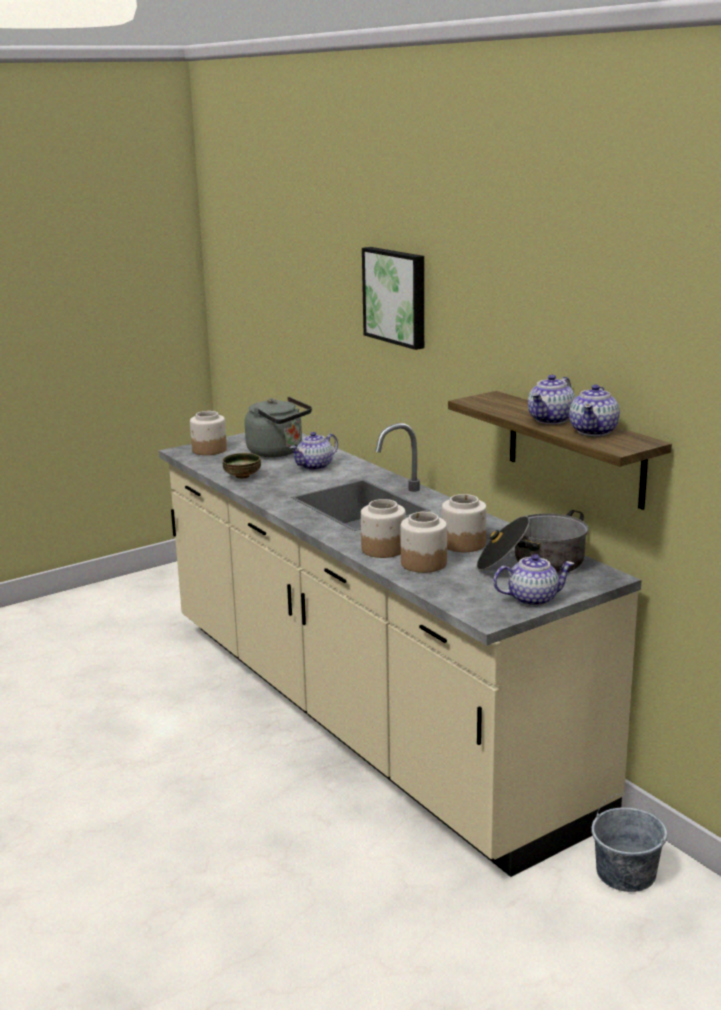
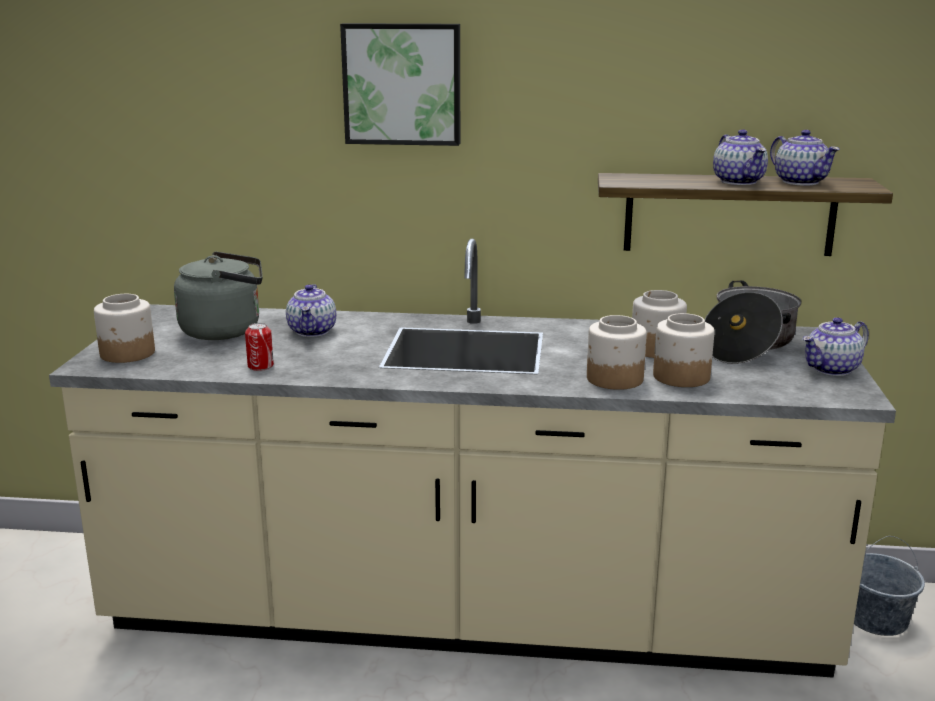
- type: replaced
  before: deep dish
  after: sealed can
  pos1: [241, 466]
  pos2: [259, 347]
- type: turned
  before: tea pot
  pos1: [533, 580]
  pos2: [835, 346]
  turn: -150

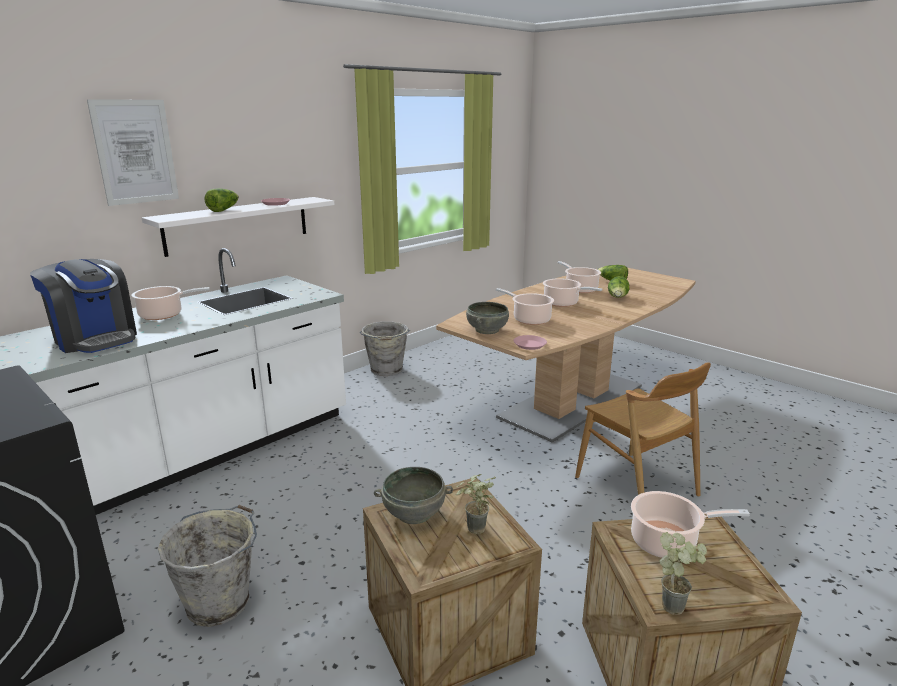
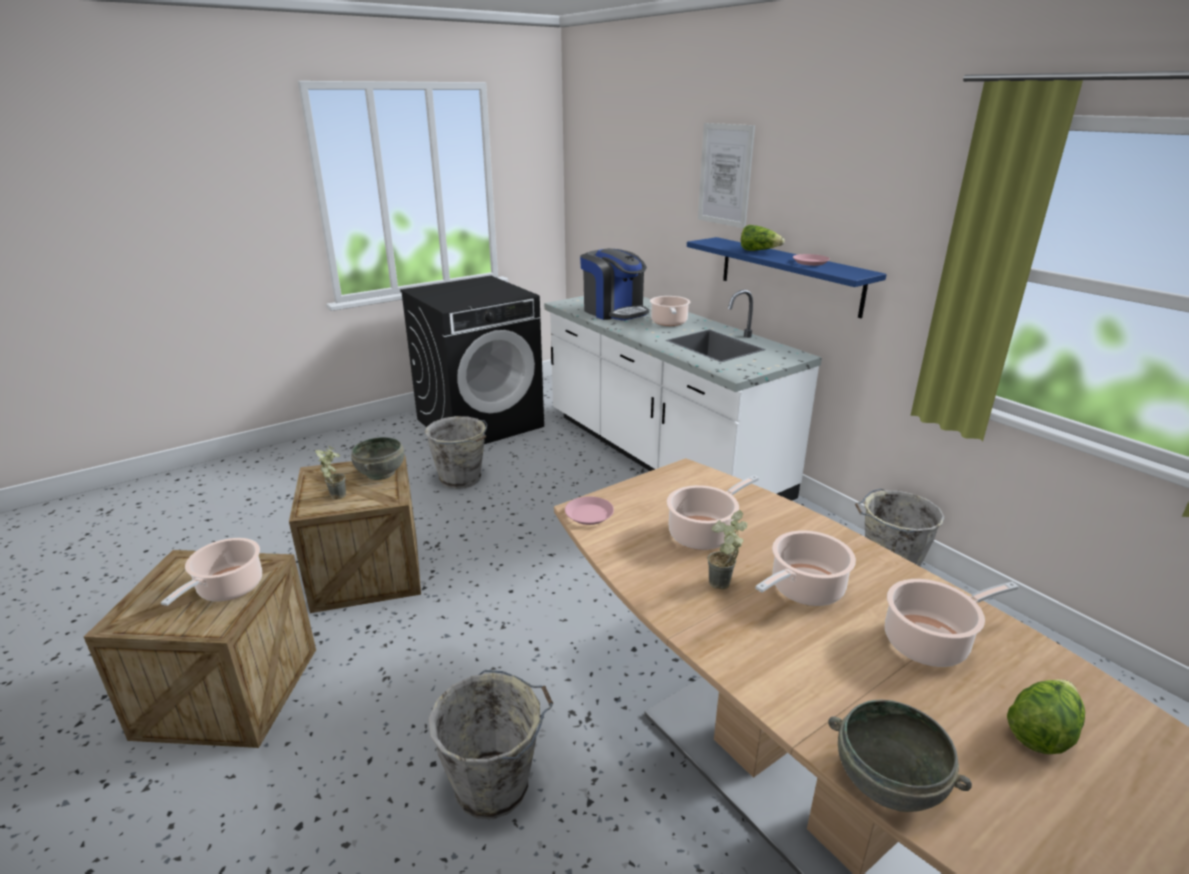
- type: recoloured
  before: bracket shelf (white-coloured)
  after: bracket shelf (blue)
  pos1: [238, 227]
  pos2: [787, 277]
- type: turned
  before: coffee brewer
  pos1: [83, 306]
  pos2: [614, 284]
  turn: -90
- type: removed
  before: lettuce head
  pos1: [619, 287]
- type: moved
  before: deep dish (gray)
  pos1: [487, 318]
  pos2: [900, 756]
- type: replaced
  before: chair (brown)
  after: water bucket (gray)
  pos1: [643, 429]
  pos2: [490, 744]
- type: moved
  before: plant in a pot
  pos1: [683, 573]
  pos2: [728, 549]

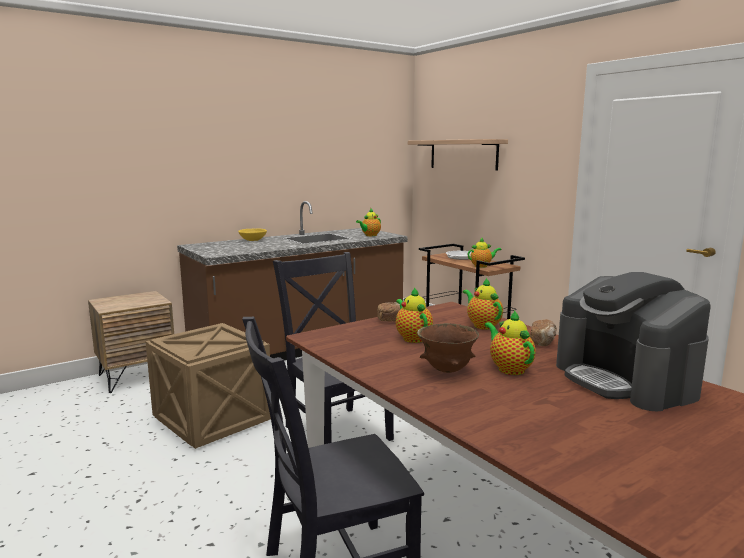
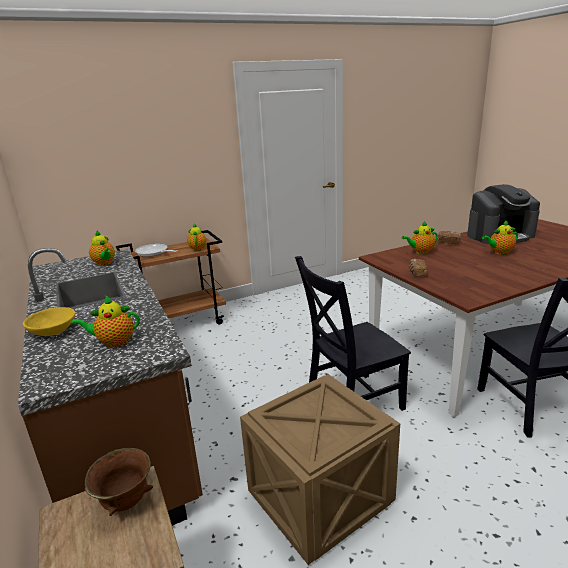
- type: removed
  before: bracket shelf
  pos1: [458, 154]
- type: moved
  before: tea pot
  pos1: [414, 315]
  pos2: [105, 322]
- type: moved
  before: deep dish (brown)
  pos1: [448, 348]
  pos2: [118, 482]

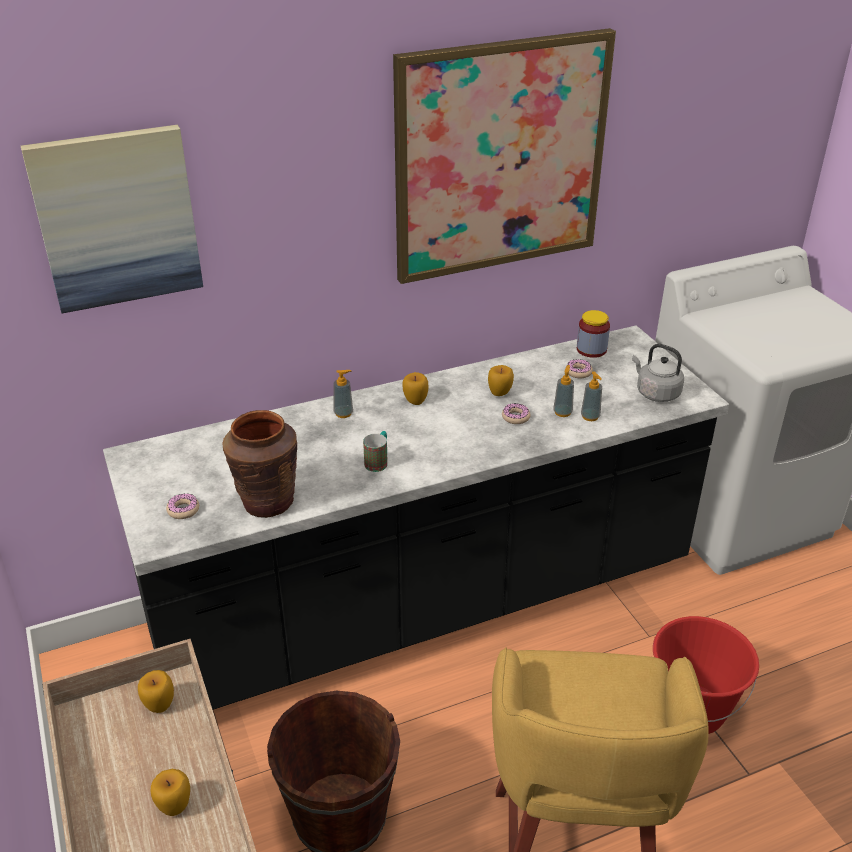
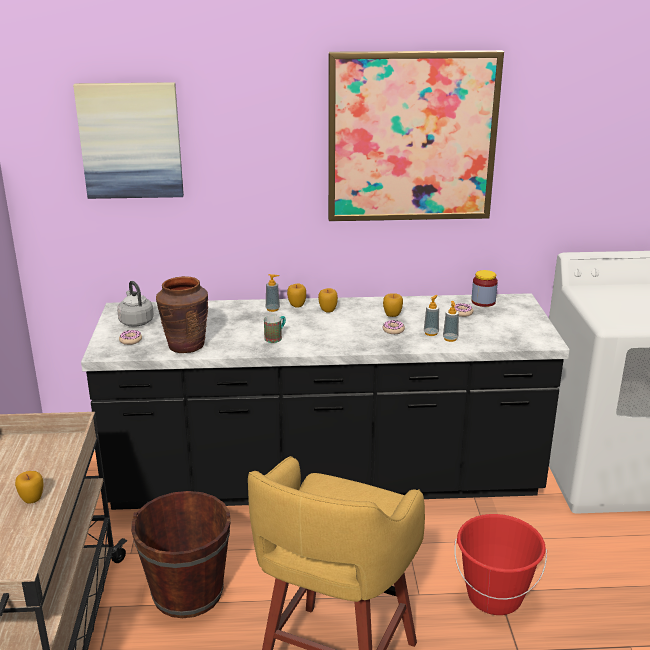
- type: moved
  before: water kettle (gray)
  pos1: [658, 373]
  pos2: [135, 304]
- type: moved
  before: apple
  pos1: [156, 691]
  pos2: [296, 295]

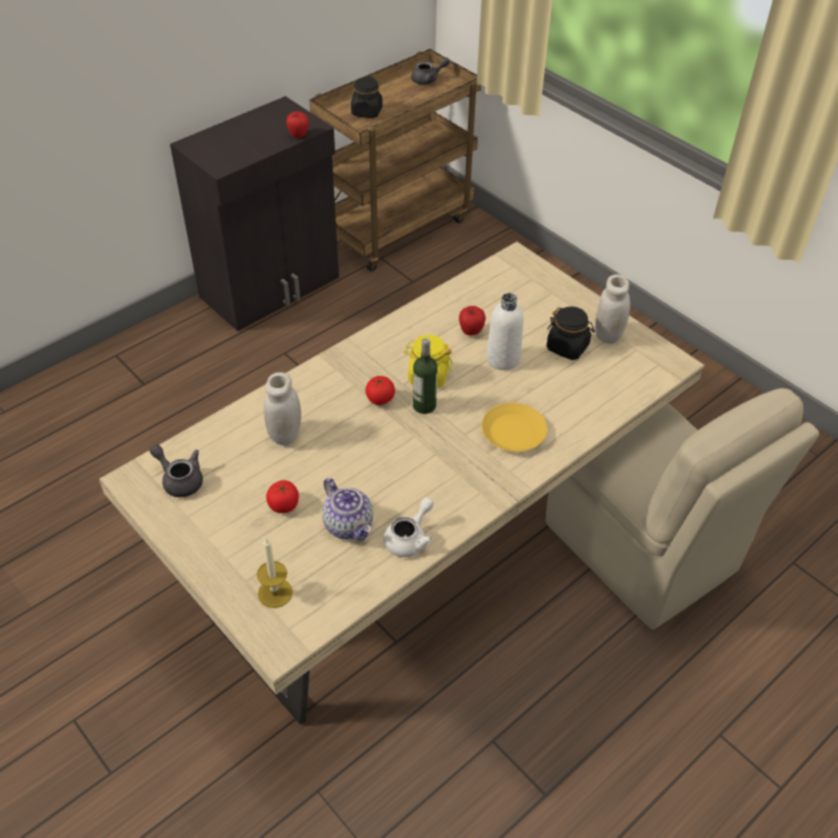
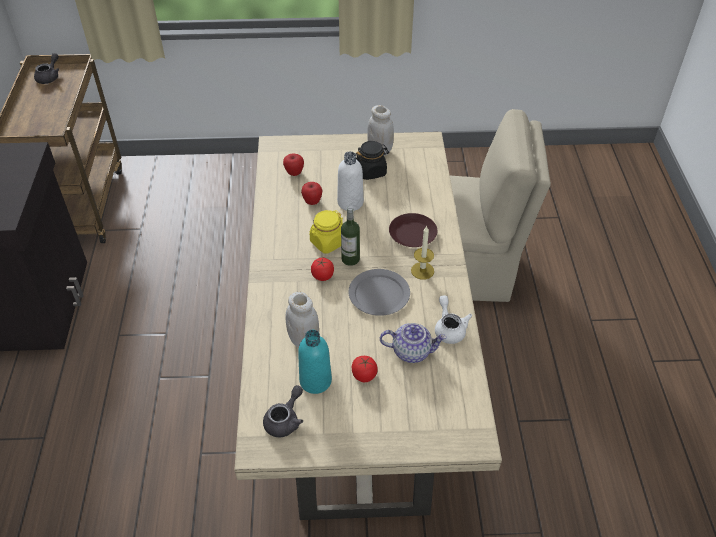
- type: removed
  before: preserve jar (black)
  pos1: [367, 97]
- type: moved
  before: apple
  pos1: [297, 124]
  pos2: [293, 165]
- type: recoloured
  before: flat dish (yellow-coloured)
  after: flat dish (brown)
  pos1: [514, 427]
  pos2: [413, 230]
- type: turned
  before: tea pot (gray)
  pos1: [176, 470]
  pos2: [283, 411]
  turn: 135
- type: moved
  before: candle
  pos1: [275, 573]
  pos2: [422, 253]
- type: added
  after: flat dish (gray)
  pos2: [379, 292]
- type: added
  after: drink bottle (turquoise-coloured)
  pos2: [315, 362]

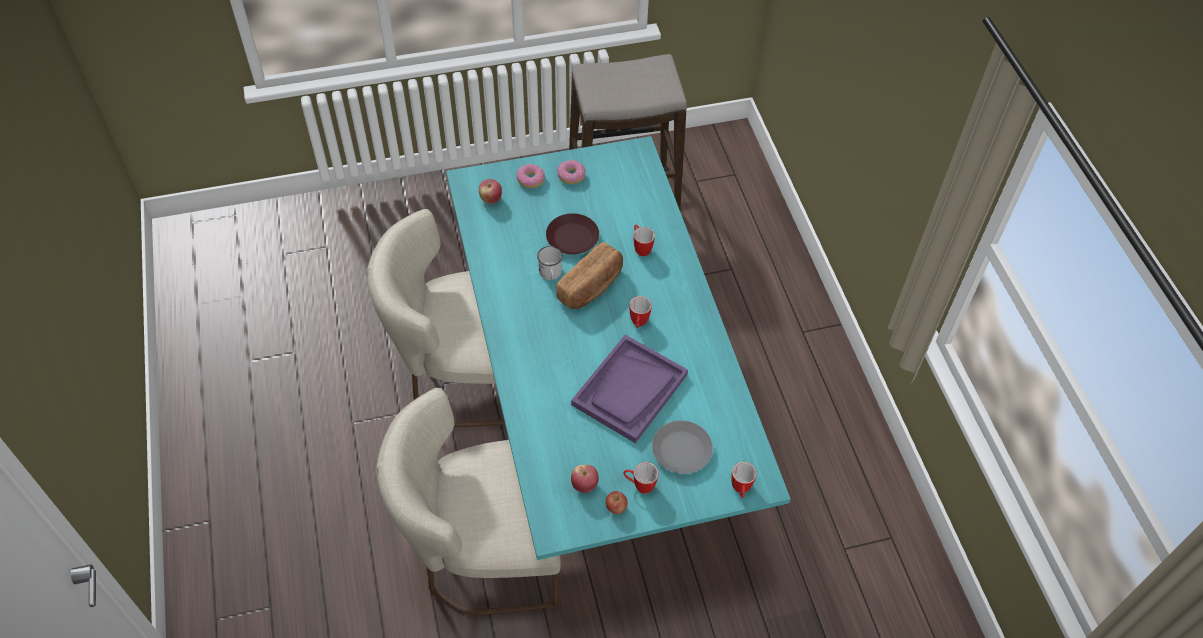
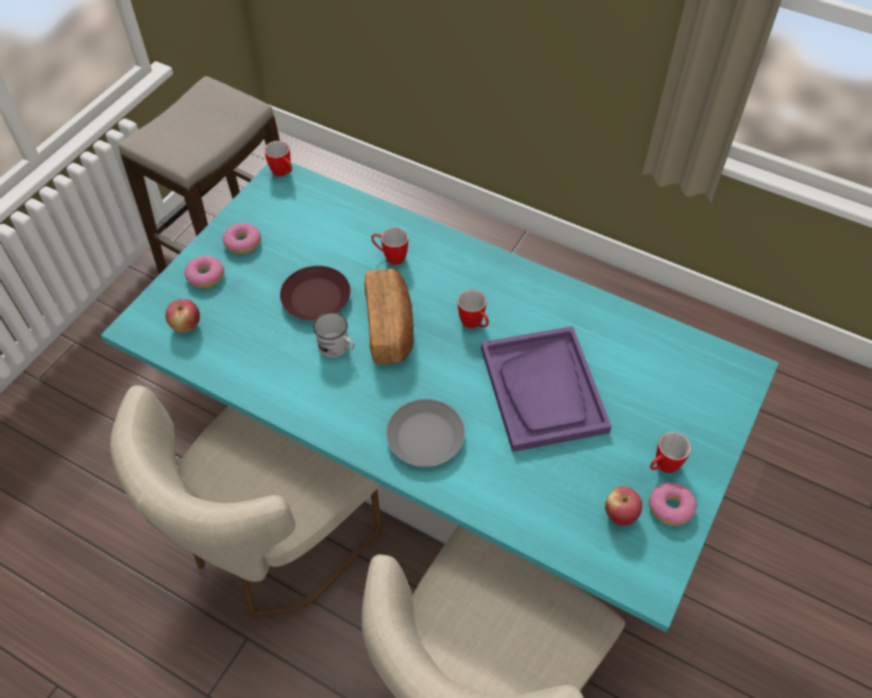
- type: moved
  before: flat dish (gray)
  pos1: [682, 447]
  pos2: [425, 433]
- type: moved
  before: mug
  pos1: [744, 480]
  pos2: [278, 159]
- type: replaced
  before: apple
  after: doughnut
  pos1: [617, 502]
  pos2: [673, 504]

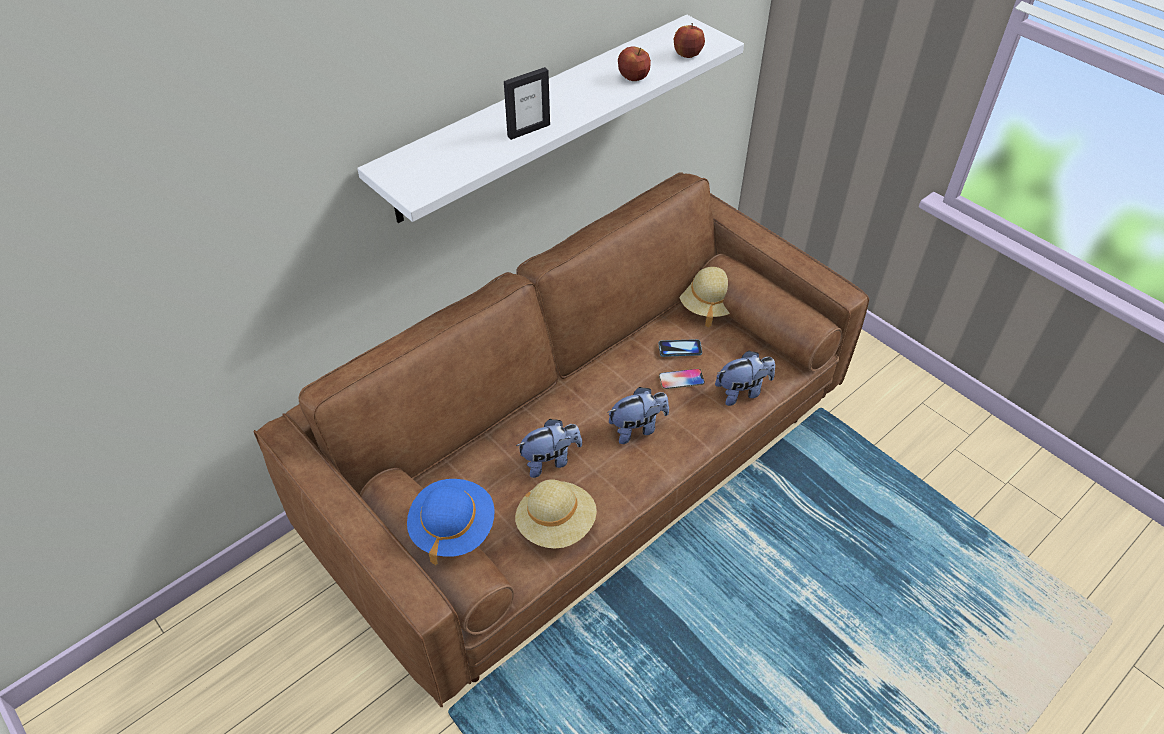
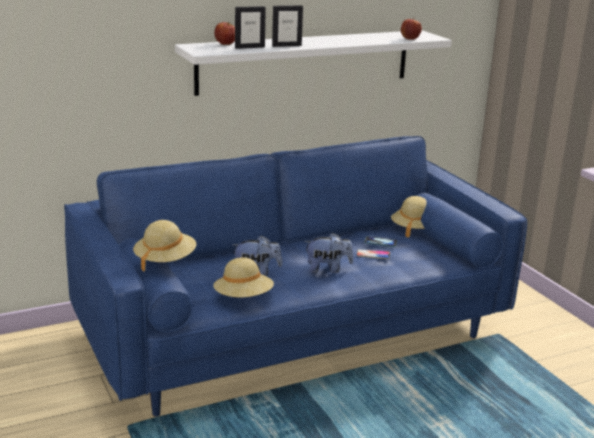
- type: moved
  before: apple
  pos1: [634, 63]
  pos2: [224, 33]
- type: recoloured
  before: settee (brown)
  after: settee (blue)
  pos1: [561, 439]
  pos2: [295, 276]
- type: removed
  before: plush toy
  pos1: [745, 378]
- type: recoloured
  before: clothing hat (blue)
  after: clothing hat (beige)
  pos1: [451, 522]
  pos2: [164, 246]
- type: added
  after: picture frame
  pos2: [250, 27]

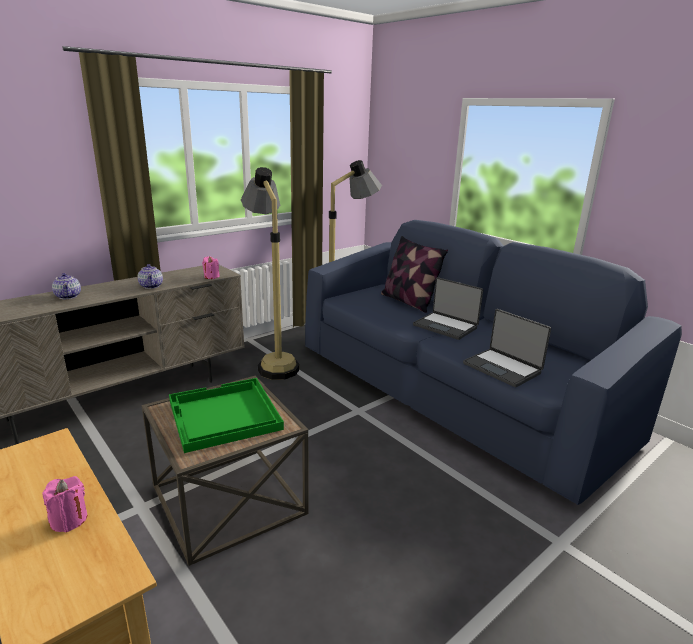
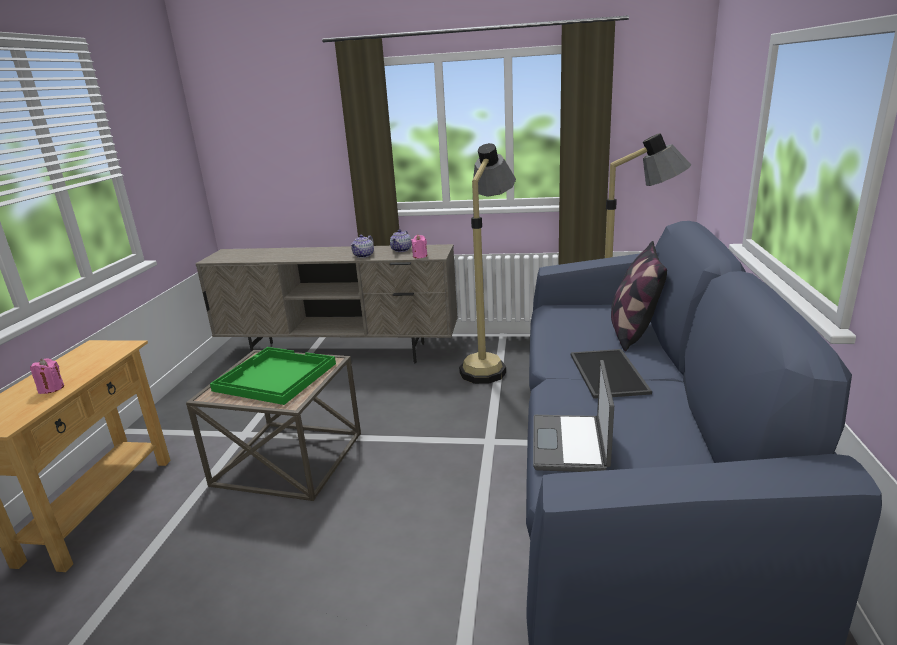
- type: moved
  before: tea pot
  pos1: [66, 286]
  pos2: [401, 240]
- type: replaced
  before: notebook computer
  after: carrying tray
  pos1: [448, 308]
  pos2: [611, 374]

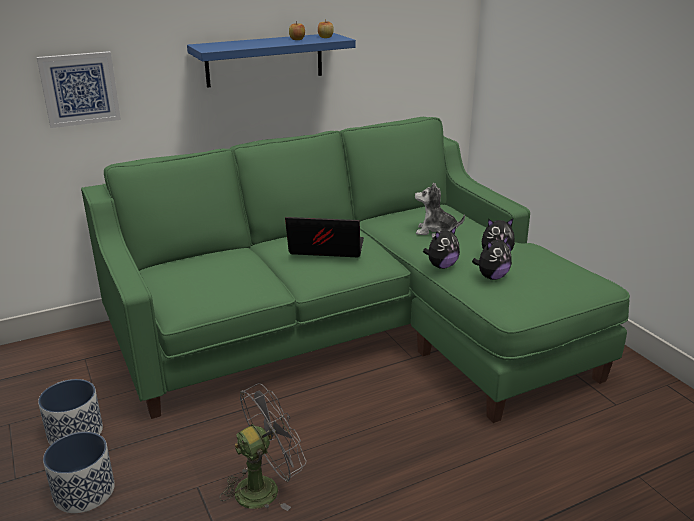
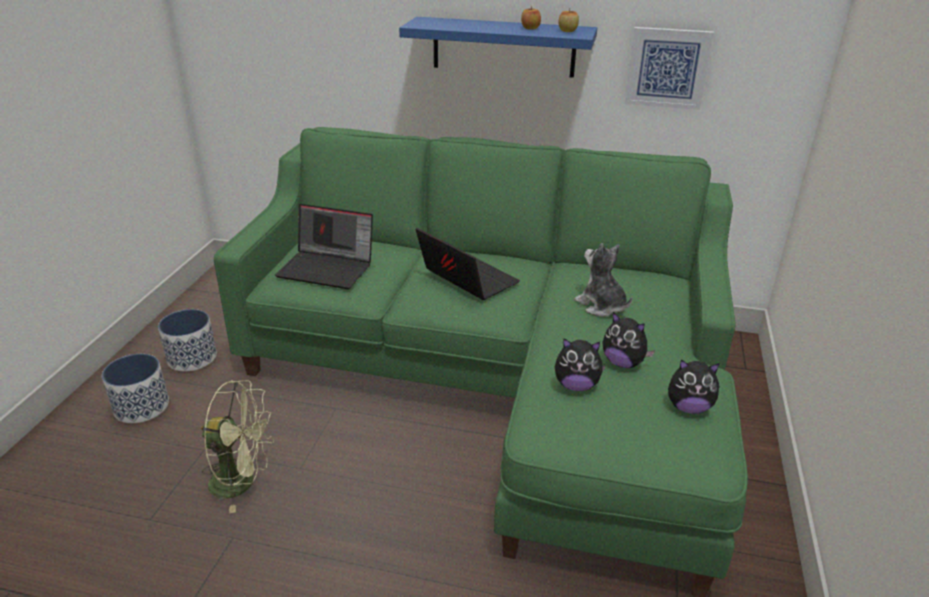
- type: moved
  before: wall picture
  pos1: [79, 89]
  pos2: [669, 68]
- type: moved
  before: plush toy
  pos1: [441, 248]
  pos2: [694, 386]
- type: recoloured
  before: electric fan (gray)
  after: electric fan (greenish)
  pos1: [263, 447]
  pos2: [237, 447]
- type: added
  after: notebook computer
  pos2: [324, 246]

